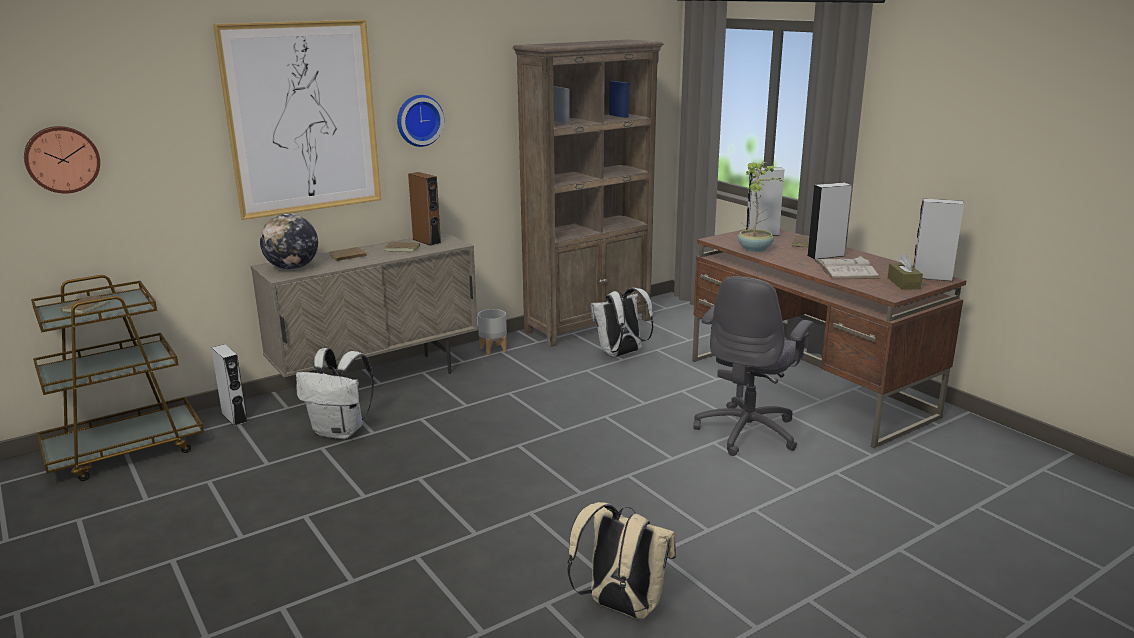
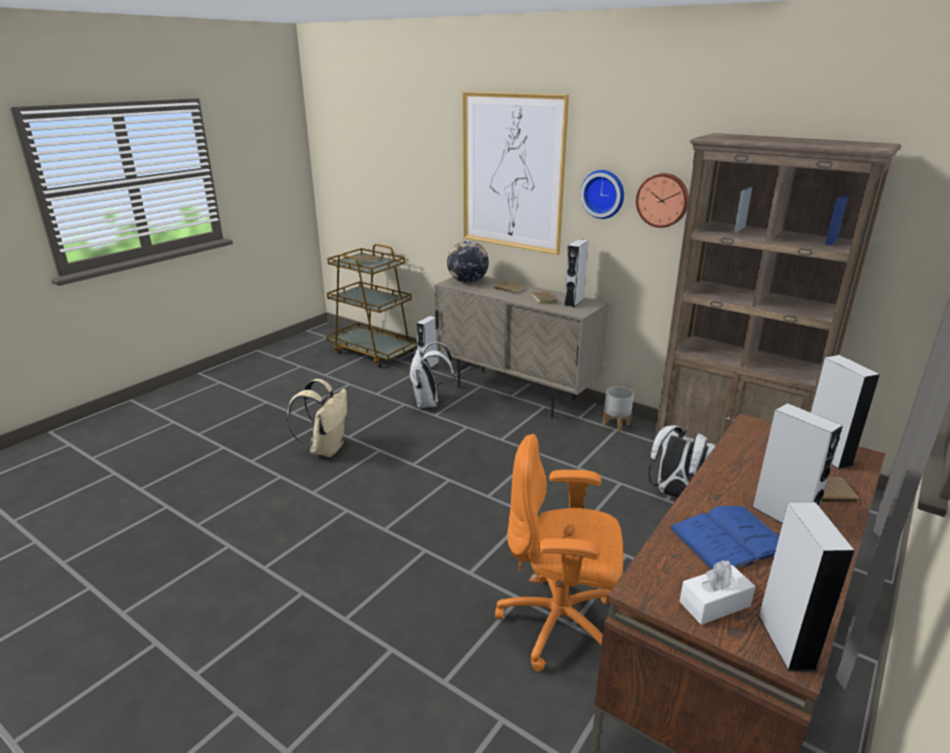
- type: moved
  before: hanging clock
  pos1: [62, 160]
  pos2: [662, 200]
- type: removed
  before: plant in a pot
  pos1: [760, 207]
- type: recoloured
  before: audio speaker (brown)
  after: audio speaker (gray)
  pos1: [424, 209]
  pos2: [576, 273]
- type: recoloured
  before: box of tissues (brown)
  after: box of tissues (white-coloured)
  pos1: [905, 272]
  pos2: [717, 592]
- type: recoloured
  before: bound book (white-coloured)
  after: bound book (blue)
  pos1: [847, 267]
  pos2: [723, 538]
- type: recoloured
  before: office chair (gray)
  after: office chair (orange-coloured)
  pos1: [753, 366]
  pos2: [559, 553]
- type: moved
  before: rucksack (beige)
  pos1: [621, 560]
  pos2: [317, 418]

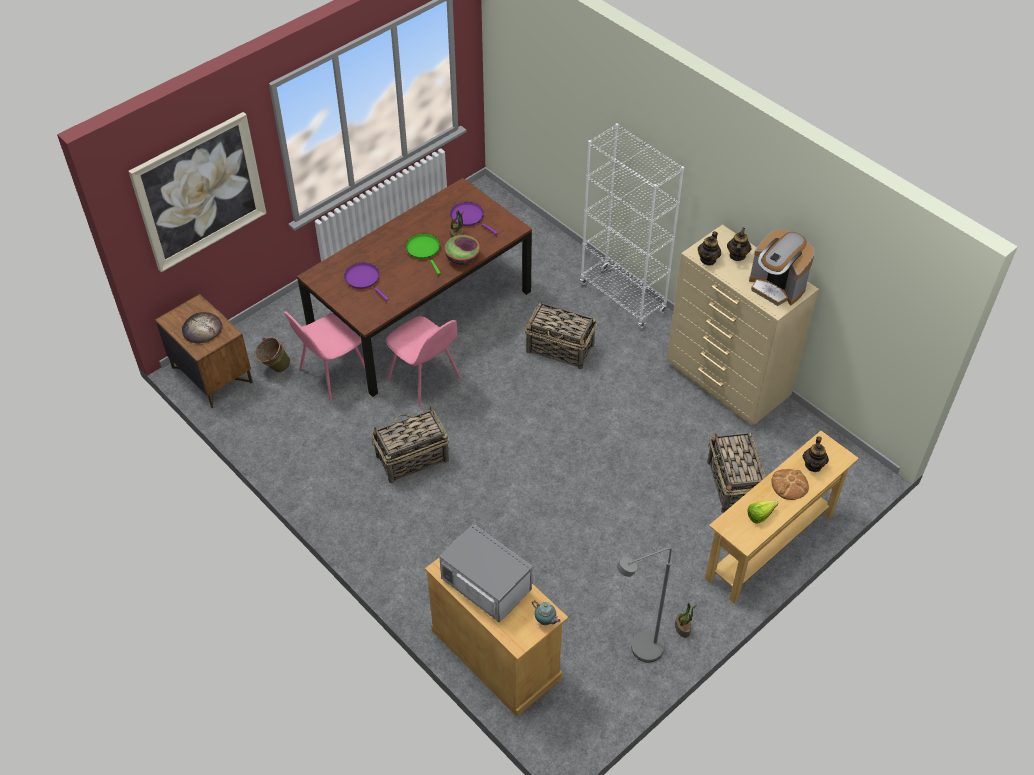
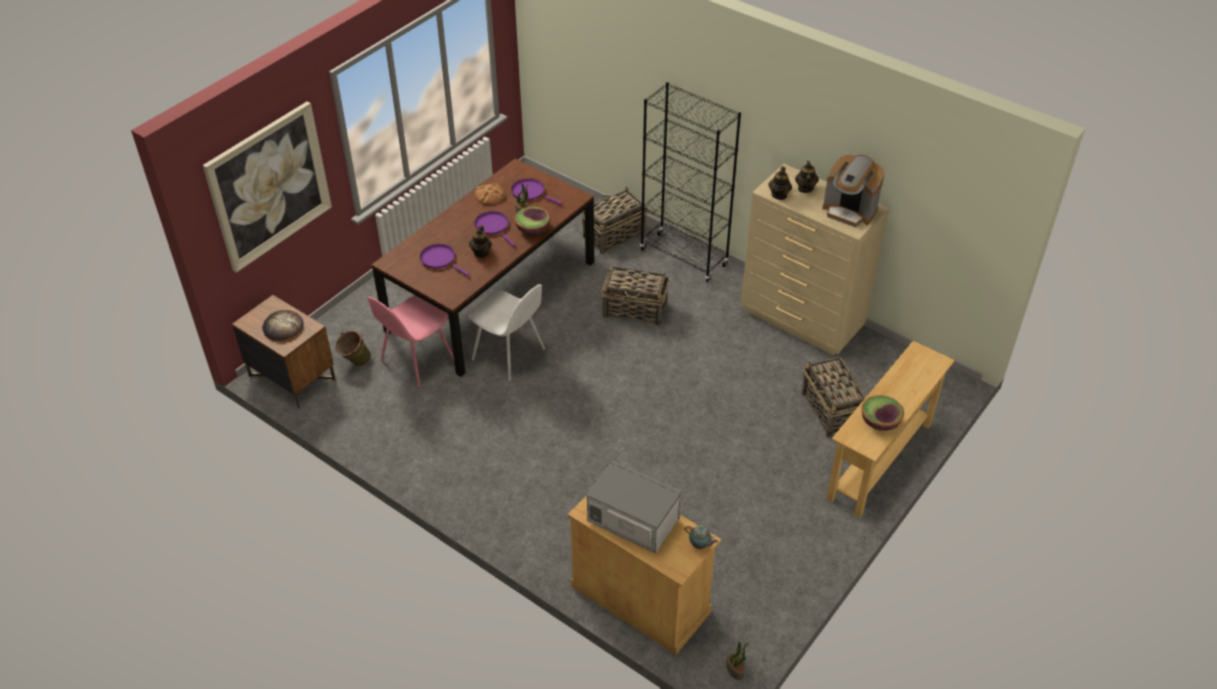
- type: recoloured
  before: shelving unit (white-coloured)
  after: shelving unit (black)
  pos1: [632, 226]
  pos2: [690, 182]
- type: recoloured
  before: pan (greenish)
  after: pan (purplish)
  pos1: [423, 254]
  pos2: [494, 228]
- type: recoloured
  before: chair (pink-coloured)
  after: chair (white-coloured)
  pos1: [423, 362]
  pos2: [507, 332]
- type: moved
  before: basket
  pos1: [410, 444]
  pos2: [614, 220]
- type: moved
  before: tea pot
  pos1: [816, 454]
  pos2: [480, 241]
- type: moved
  before: bakery bread
  pos1: [790, 484]
  pos2: [490, 194]
- type: replaced
  before: lettuce head
  after: deep dish
  pos1: [762, 512]
  pos2: [883, 413]
- type: removed
  before: standing lamp (gray)
  pos1: [644, 605]
- type: moved
  before: plant in a pot
  pos1: [686, 620]
  pos2: [738, 661]

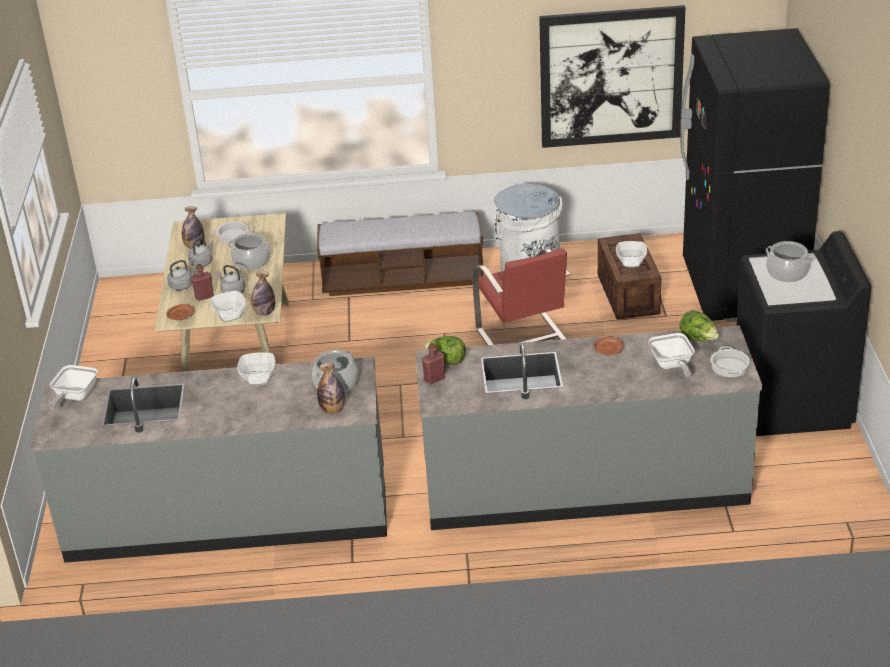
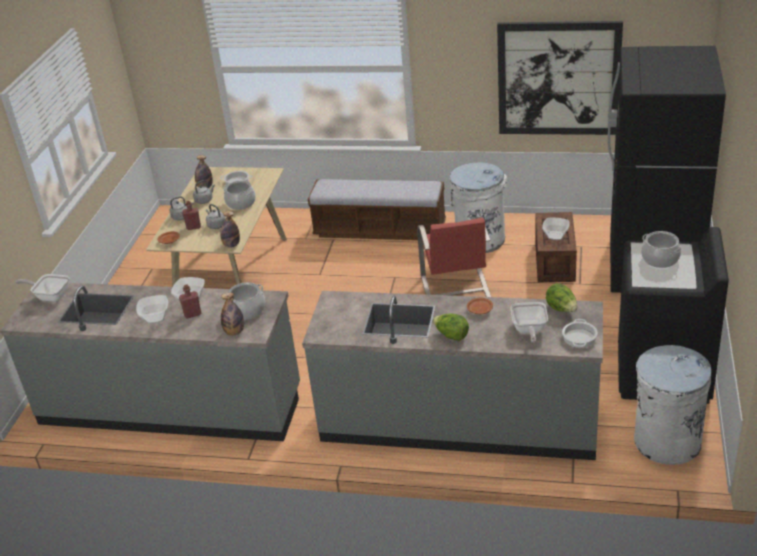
- type: moved
  before: deep dish
  pos1: [228, 306]
  pos2: [152, 309]
- type: moved
  before: lettuce head
  pos1: [445, 350]
  pos2: [451, 327]
- type: moved
  before: drink bottle (reddish)
  pos1: [433, 363]
  pos2: [190, 301]
- type: turned
  before: pan
  pos1: [73, 387]
  pos2: [42, 288]
  turn: 75
- type: added
  after: rubbish bin (white-coloured)
  pos2: [673, 405]

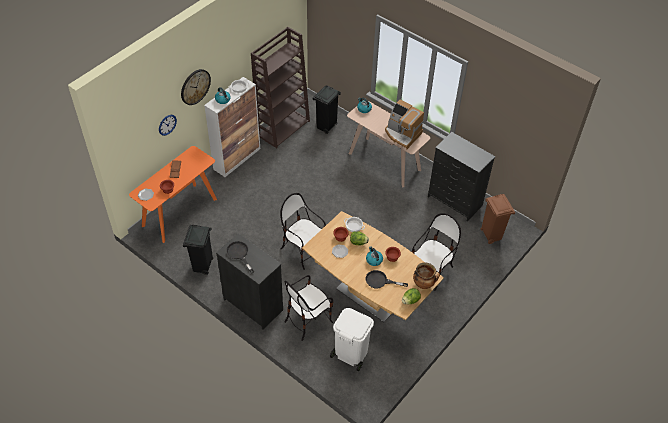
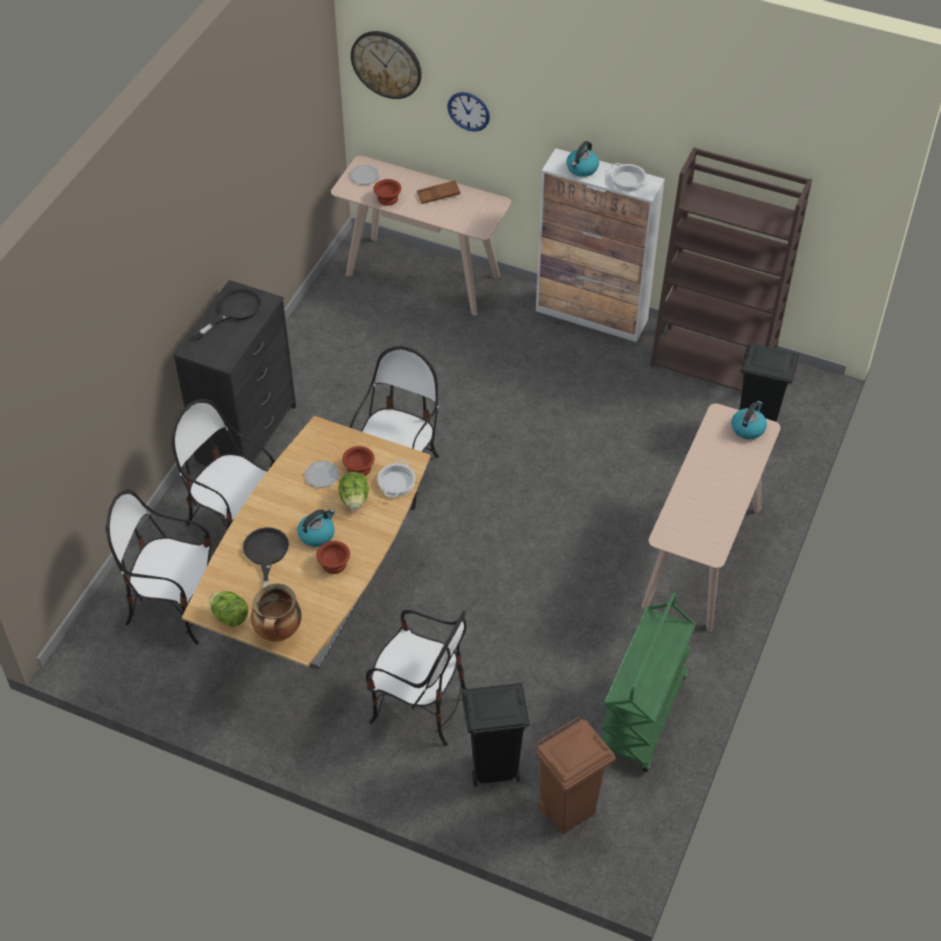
- type: moved
  before: hanging clock
  pos1: [196, 87]
  pos2: [386, 65]
- type: removed
  before: coffee brewer
  pos1: [404, 125]
- type: replaced
  before: chest of drawers (black)
  after: cart (greenish)
  pos1: [461, 176]
  pos2: [648, 682]
- type: recoloured
  before: console table (orange-coloured)
  after: console table (beige)
  pos1: [173, 194]
  pos2: [421, 236]
- type: moved
  before: rubbish bin (black)
  pos1: [198, 250]
  pos2: [495, 735]
- type: replaced
  before: rubbish bin (white-coloured)
  after: chair
  pos1: [352, 339]
  pos2: [159, 567]

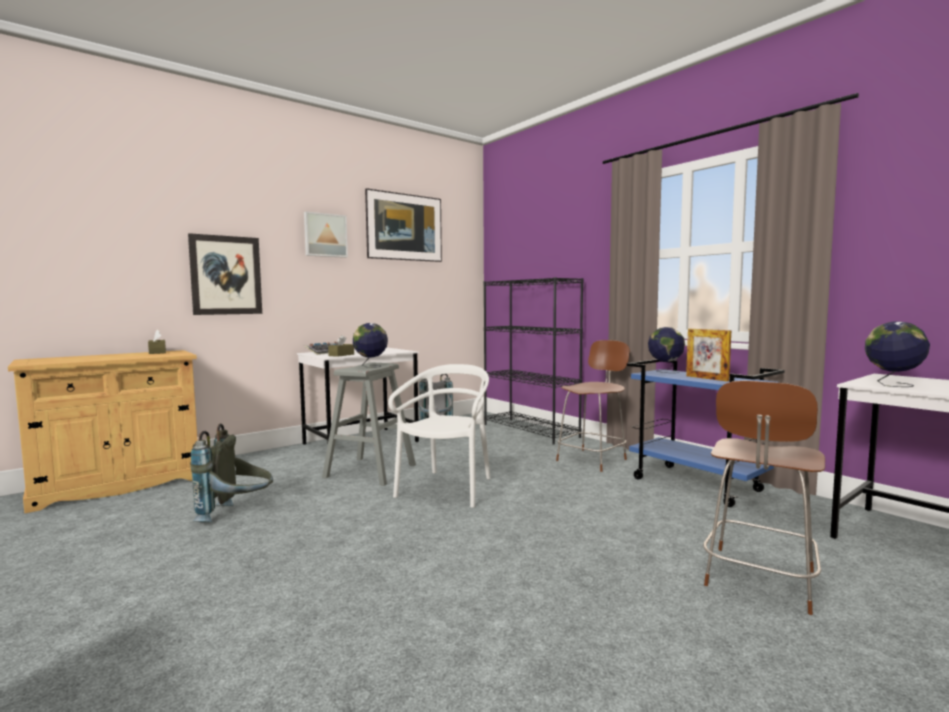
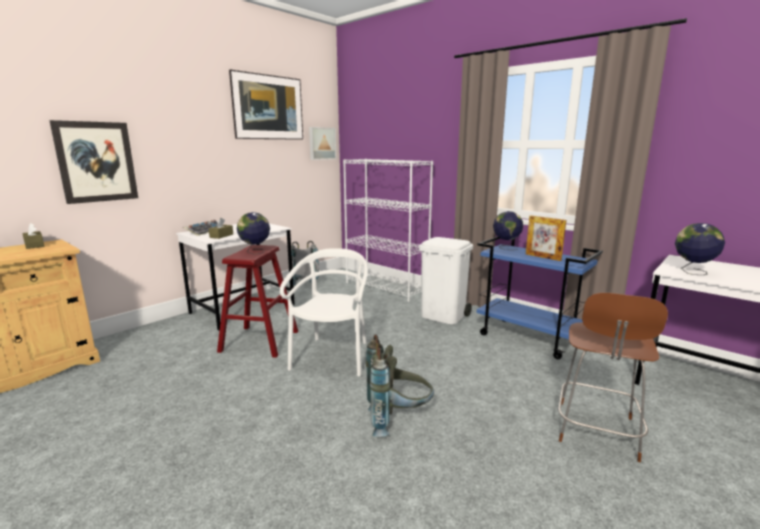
- type: moved
  before: wall picture
  pos1: [326, 234]
  pos2: [322, 143]
- type: recoloured
  before: shelving unit (black)
  after: shelving unit (white-coloured)
  pos1: [533, 361]
  pos2: [388, 230]
- type: replaced
  before: chair (brown)
  after: rubbish bin (white-coloured)
  pos1: [593, 406]
  pos2: [446, 281]
- type: recoloured
  before: stool (gray)
  after: stool (reddish)
  pos1: [369, 424]
  pos2: [257, 301]
- type: moved
  before: rucksack (gray)
  pos1: [231, 472]
  pos2: [400, 385]

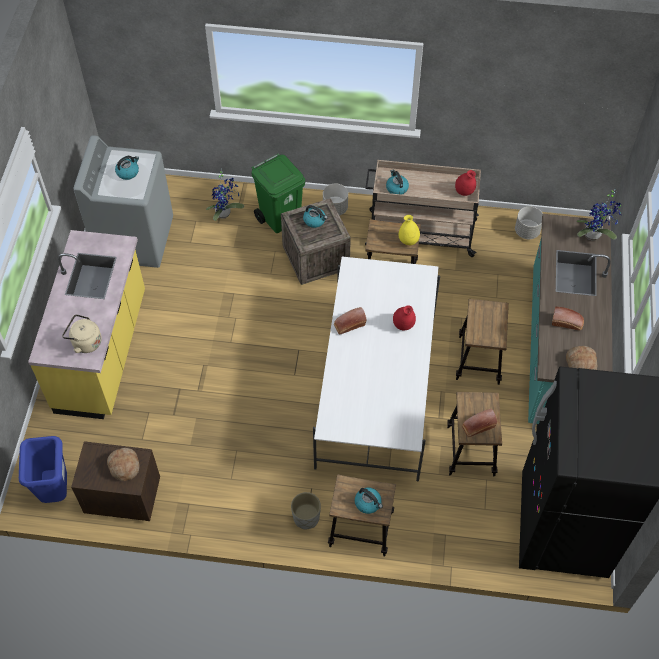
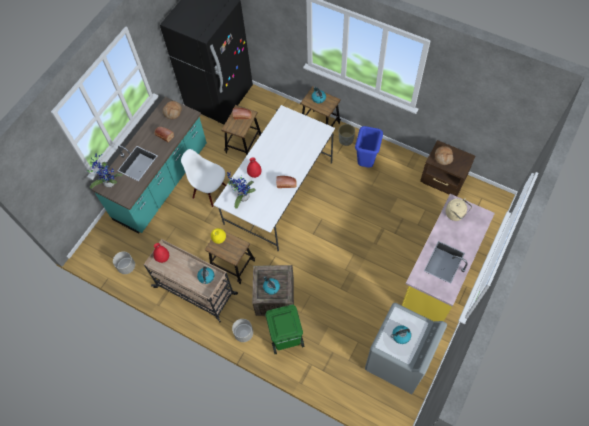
- type: moved
  before: plant in a pot
  pos1: [225, 194]
  pos2: [241, 190]
- type: replaced
  before: stool
  after: chair (white-coloured)
  pos1: [482, 342]
  pos2: [203, 178]
- type: moved
  before: rubbish bin (blue)
  pos1: [43, 469]
  pos2: [369, 147]

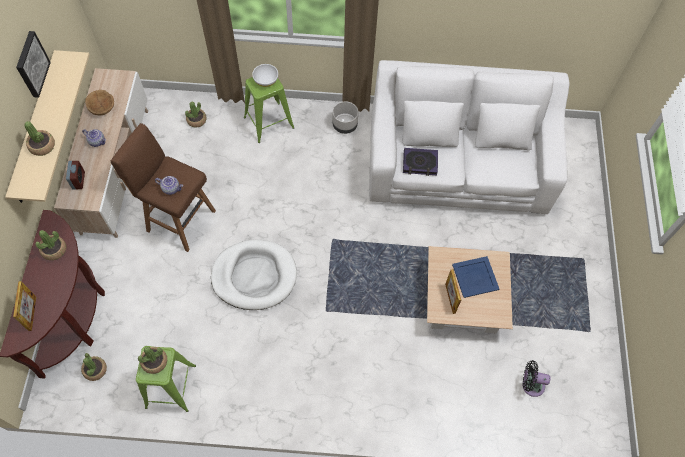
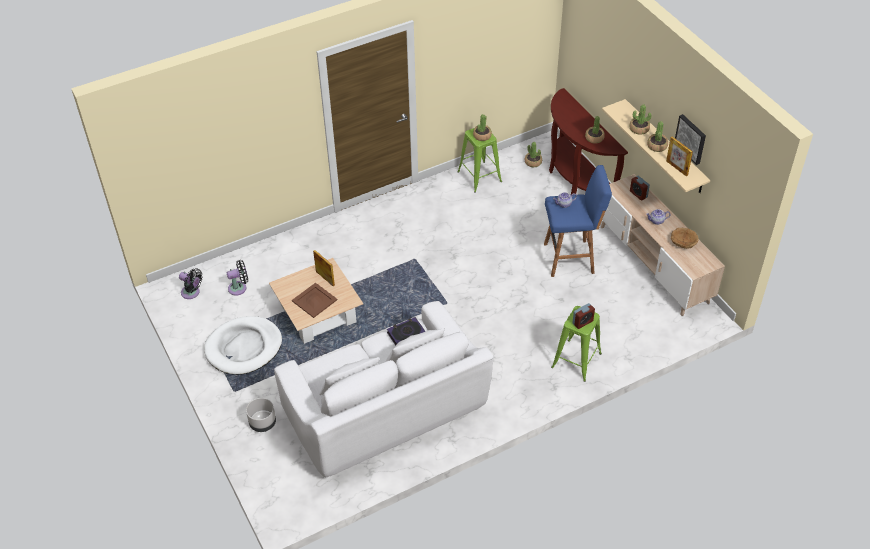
- type: replaced
  before: deep dish (white-coloured)
  after: alarm clock
  pos1: [265, 75]
  pos2: [583, 316]
- type: moved
  before: plant in a pot
  pos1: [195, 114]
  pos2: [657, 136]
- type: moved
  before: flower pot (gray)
  pos1: [345, 118]
  pos2: [261, 415]
- type: recoloured
  before: stool (brown)
  after: stool (blue)
  pos1: [163, 187]
  pos2: [578, 221]
- type: moved
  before: dog bed (white-coloured)
  pos1: [254, 274]
  pos2: [243, 345]
- type: recoloured
  before: carrying tray (blue)
  after: carrying tray (brown)
  pos1: [475, 277]
  pos2: [314, 300]
- type: moved
  before: picture frame
  pos1: [24, 306]
  pos2: [679, 156]
- type: added
  after: electric fan (black)
  pos2: [191, 284]

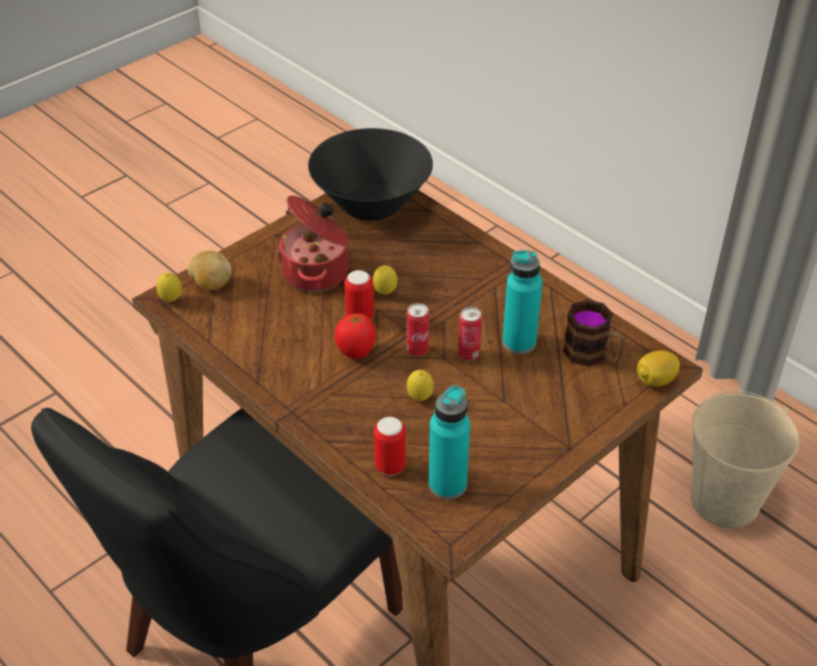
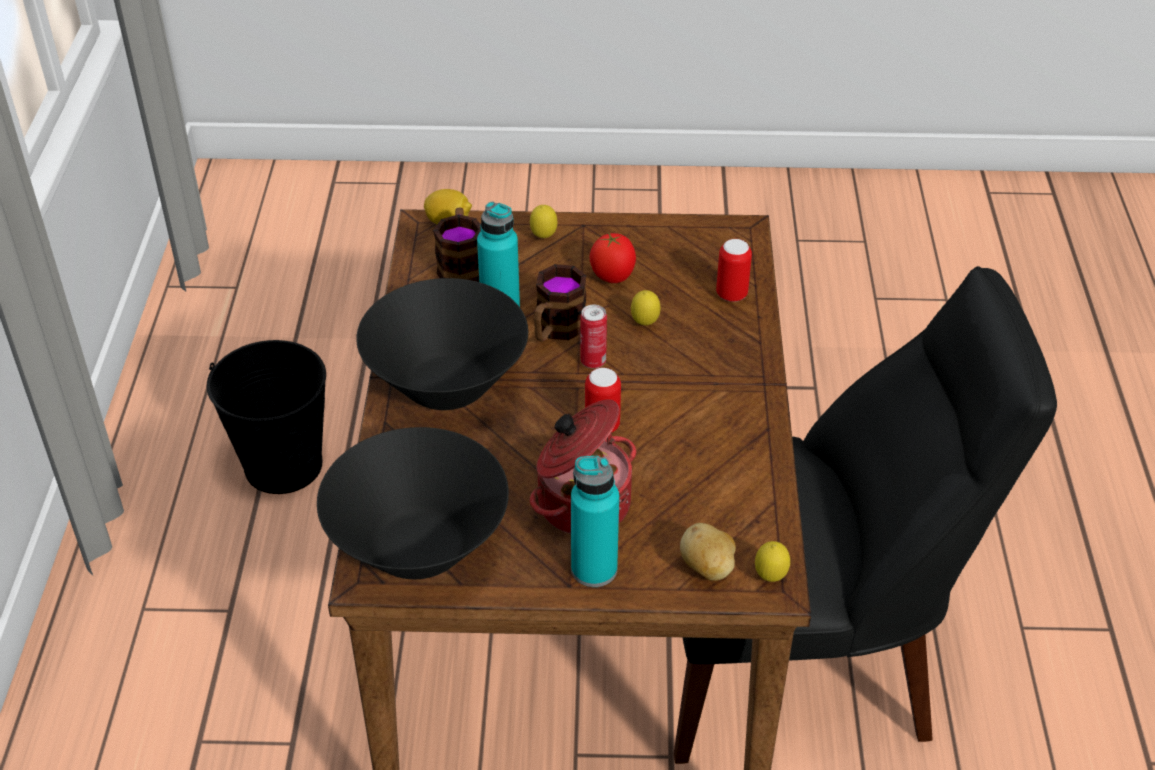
- type: moved
  before: citrus fruit
  pos1: [385, 279]
  pos2: [543, 221]
- type: replaced
  before: sealed can
  after: mug
  pos1: [470, 334]
  pos2: [560, 303]
- type: moved
  before: whole tomato
  pos1: [355, 336]
  pos2: [613, 257]
- type: moved
  before: drink bottle (turquoise-coloured)
  pos1: [449, 442]
  pos2: [595, 521]
- type: recoloured
  before: water bucket (beige)
  after: water bucket (black)
  pos1: [745, 459]
  pos2: [266, 417]
- type: added
  after: deep dish (black)
  pos2: [442, 344]

